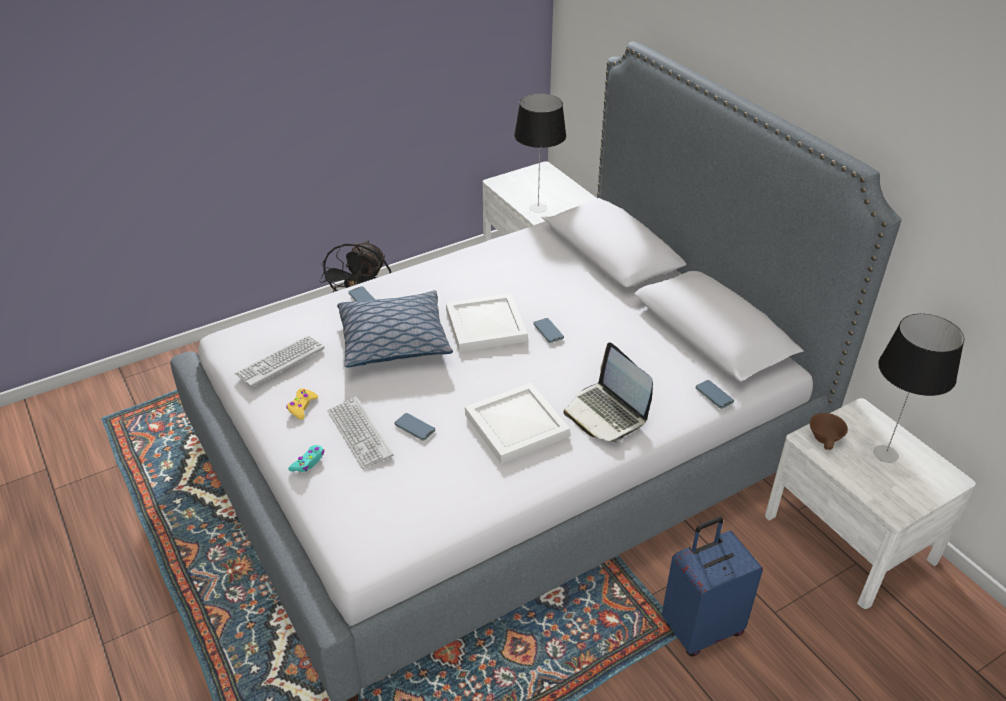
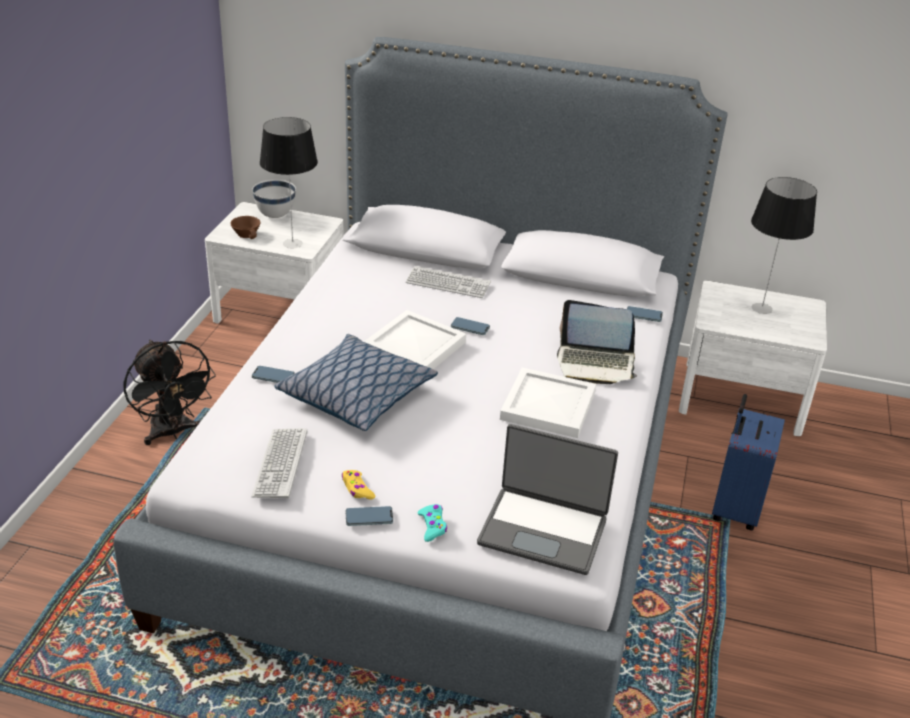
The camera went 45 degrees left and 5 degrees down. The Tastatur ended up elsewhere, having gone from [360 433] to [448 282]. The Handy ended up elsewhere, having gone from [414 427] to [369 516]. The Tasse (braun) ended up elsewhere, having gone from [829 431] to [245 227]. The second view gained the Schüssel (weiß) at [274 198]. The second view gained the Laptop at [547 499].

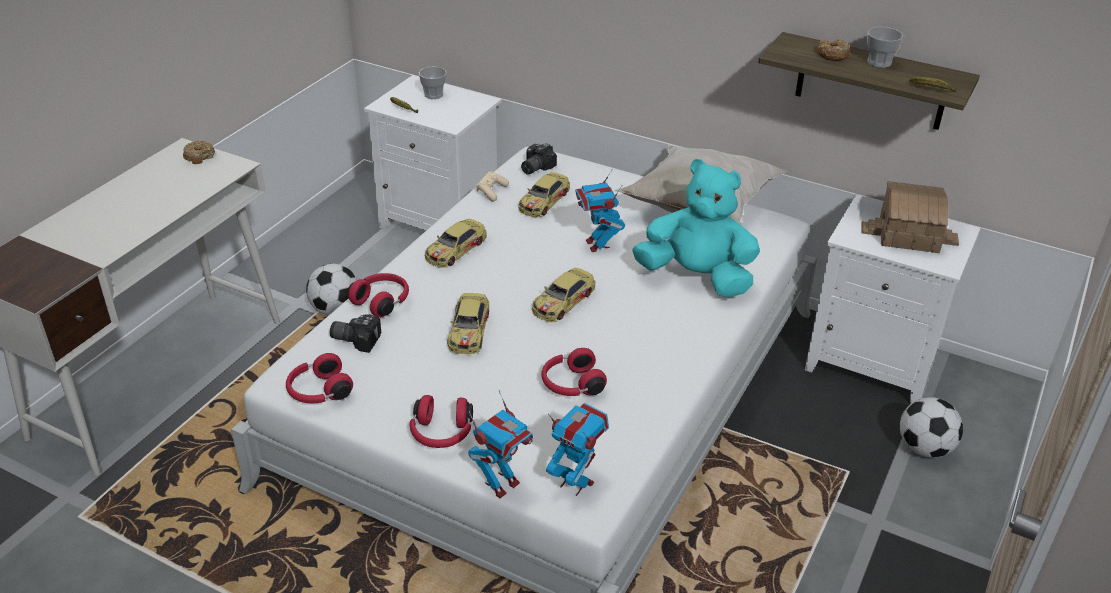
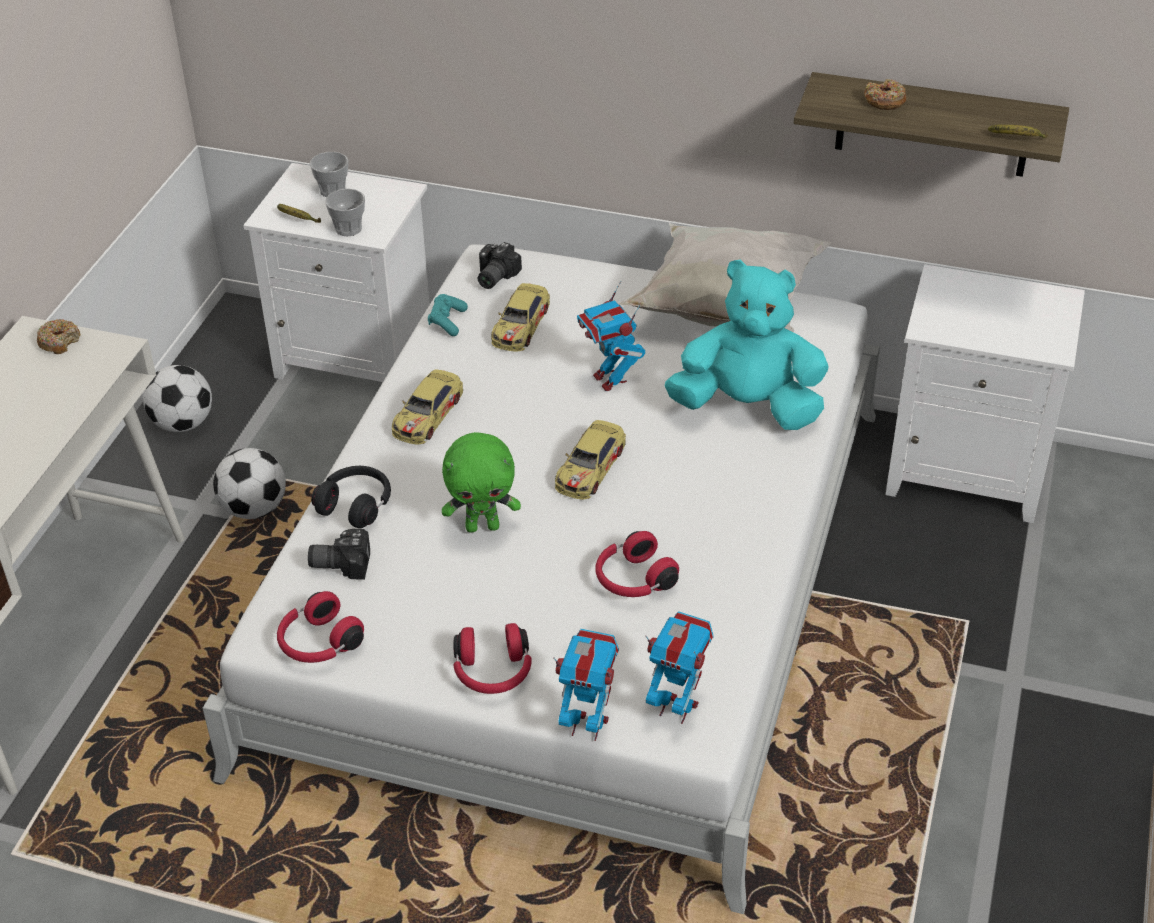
The camera went 10 degrees left and 5 degrees up. The Tasse ended up elsewhere, having gone from [885 47] to [345 212]. What was the Gamepad (beige) at [492 186] turned into the Gamepad (türkis) at [448 315]. The second view lost the Spielzeughaus at [910 217]. What was the Kopfhörer (rot) at [378 295] turned into the Kopfhörer (schwarz) at [351 497]. Where the Spielzeugauto stood at [468 323], the Plüschtier (grün) came to stand at [481 482]. The Spielzeugroboter at [500 444] ended up facing another way, 105 degrees counterclockwise from before. The Fußball ended up elsewhere, having gone from [931 427] to [177 398].

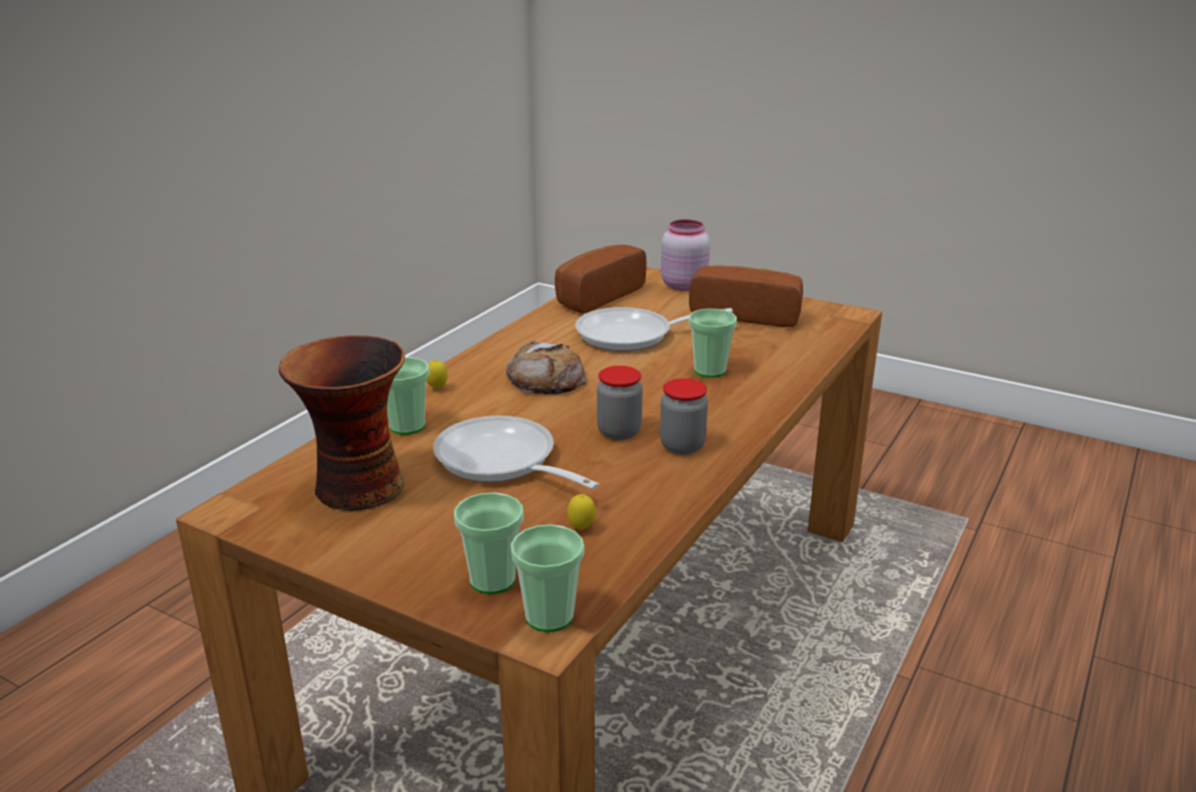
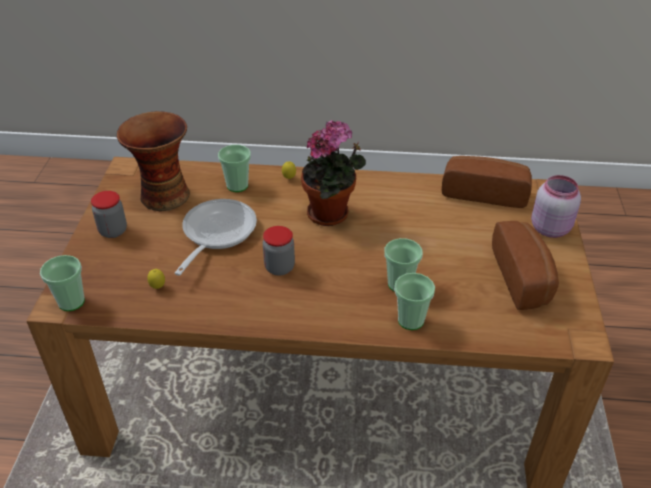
The camera went 65 degrees right and 15 degrees up. The second view lost the Pfanne at [654 329]. Where the Brot stood at [546 367], the Topfpflanze came to stand at [333 173]. The Vorratsglas ended up elsewhere, having gone from [684 416] to [109 214]. The Tasse ended up elsewhere, having gone from [488 543] to [414 301].

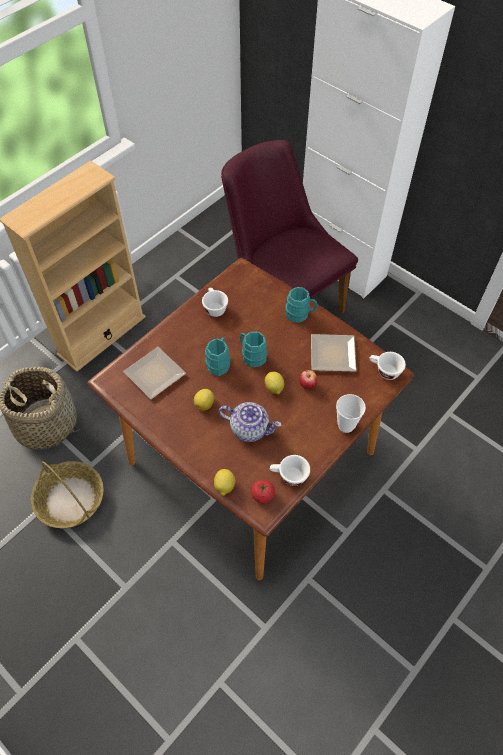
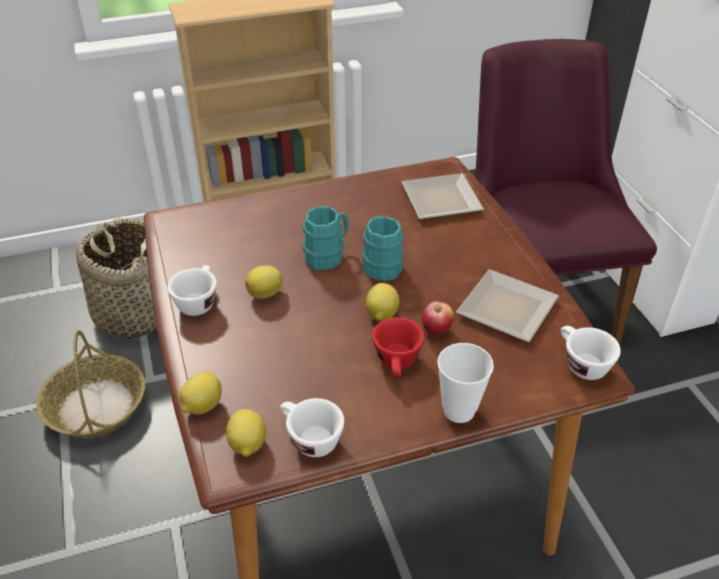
The camera went 30 degrees right and 15 degrees down. The second view lost the Henkelbecher (türkis) at [301 305]. The Tasse (weiß) ended up elsewhere, having gone from [215 302] to [192 290]. The Teller ended up elsewhere, having gone from [154 373] to [443 196]. The second view lost the Teekanne at [250 422]. Where the Tomate stood at [263 491], the Zitrone came to stand at [246 433]. The second view gained the Tasse (rot) at [398 347].

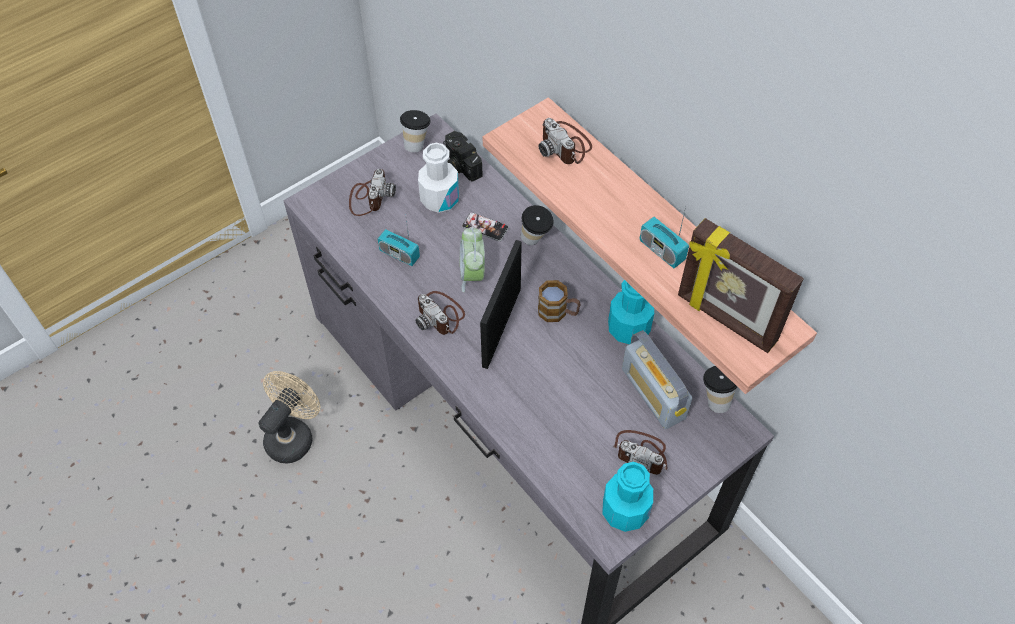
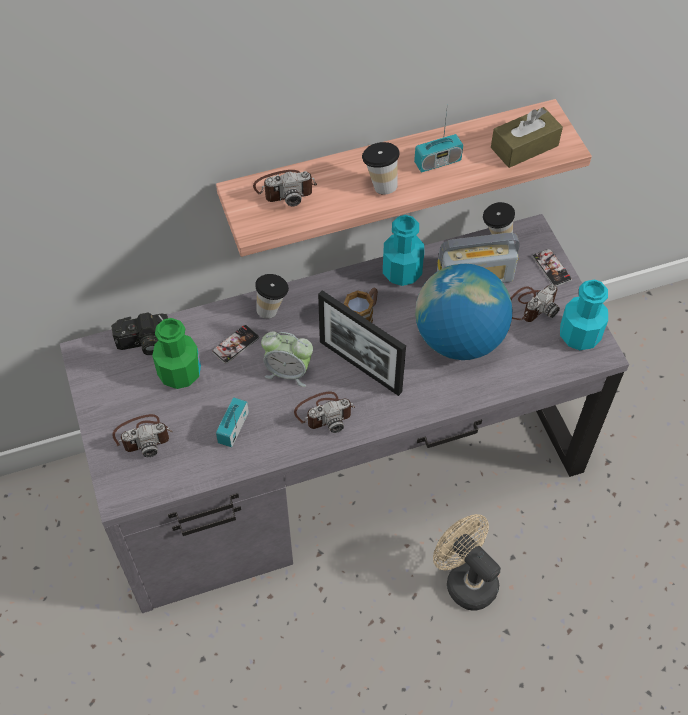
The camera went 70 degrees left and 0 degrees up. The Tasse ended up elsewhere, having gone from [415 131] to [381 168]. What was the Flasche (weiß) at [438 177] turned into the Flasche (grün) at [176 353]. The Kamera at [372 192] ended up facing another way, 135 degrees clockwise from before. Where the Bilderrahmen stood at [741 285], the Taschentuchbox (braun) came to stand at [527 137]. The Radio at [399 243] ended up facing another way, 150 degrees clockwise from before. The Ventilator (beige) ended up elsewhere, having gone from [289 417] to [467 562]. The second view gained the Handy at [552 268]. The second view gained the Globus at [463 312].

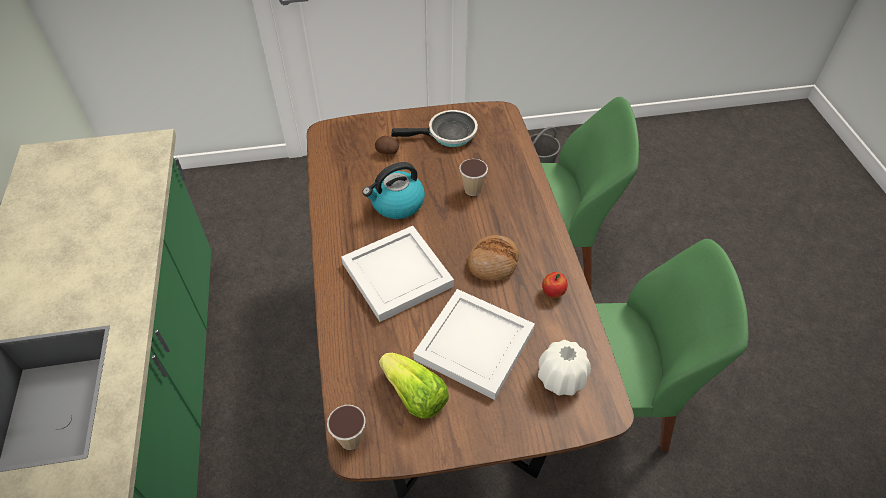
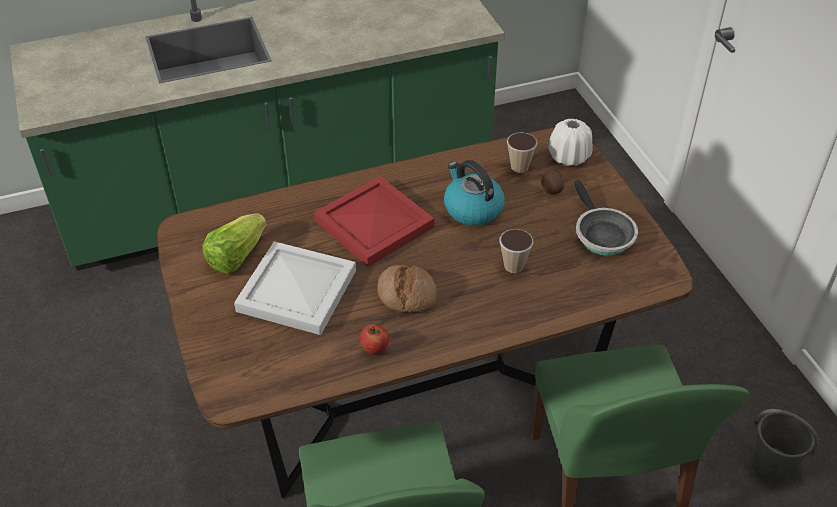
The camera went 80 degrees right and 5 degrees down. What was the Tablett (weiß) at [397 274] turned into the Tablett (rot) at [374 221]. The Vase (weiß) ended up elsewhere, having gone from [564 368] to [570 142]. The Tasse ended up elsewhere, having gone from [346 427] to [522 152].

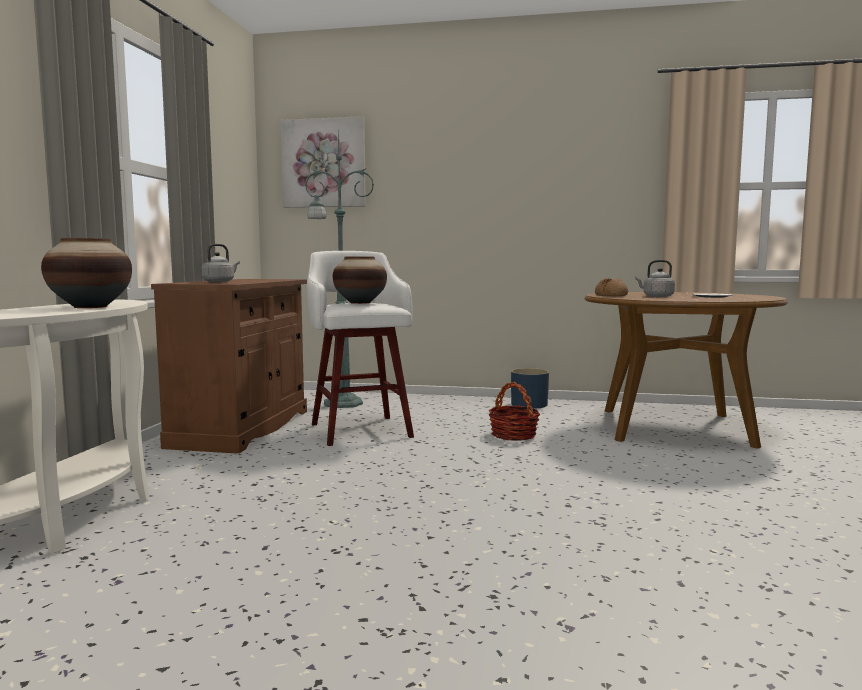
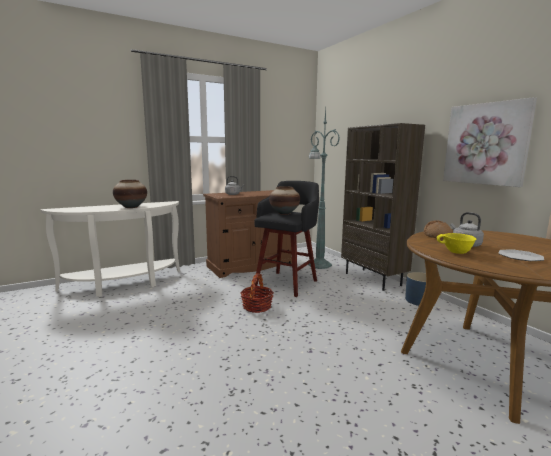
The camera went 50 degrees right and 5 degrees up. The Bild ended up elsewhere, having gone from [323 162] to [490 142]. What was the Hocker (weiß) at [360 348] turned into the Hocker (schwarz) at [286 239]. The Korb ended up elsewhere, having gone from [514 411] to [257 293]. The second view gained the Bücherregal (braun) at [383 207]. The second view gained the Schüssel (gelb) at [456 243].

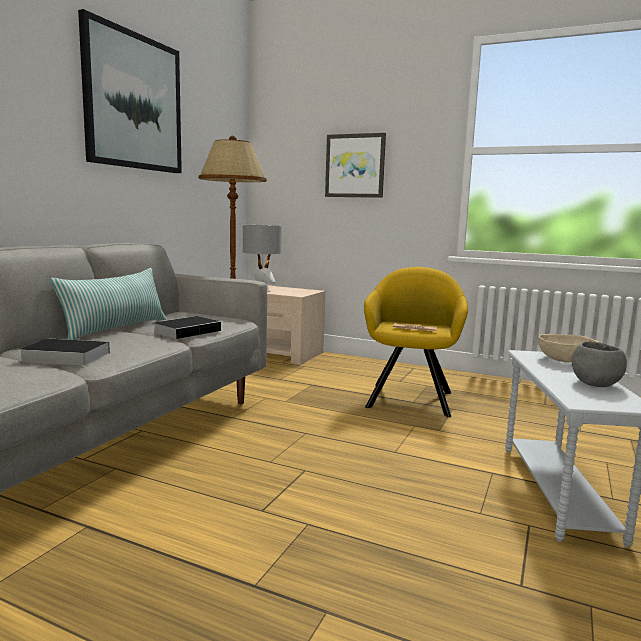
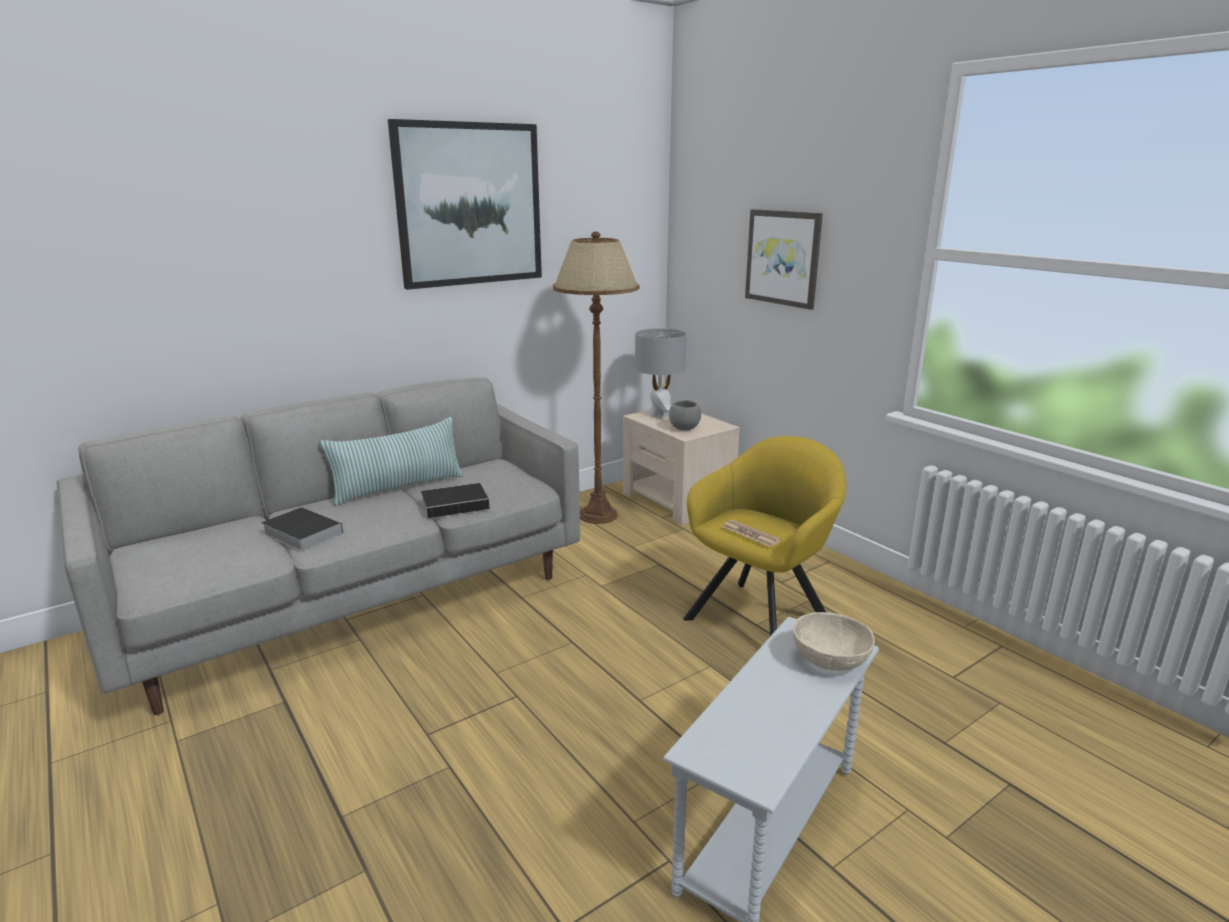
The camera went 30 degrees right and 10 degrees up. The Schüssel (grau) ended up elsewhere, having gone from [599 364] to [685 415].

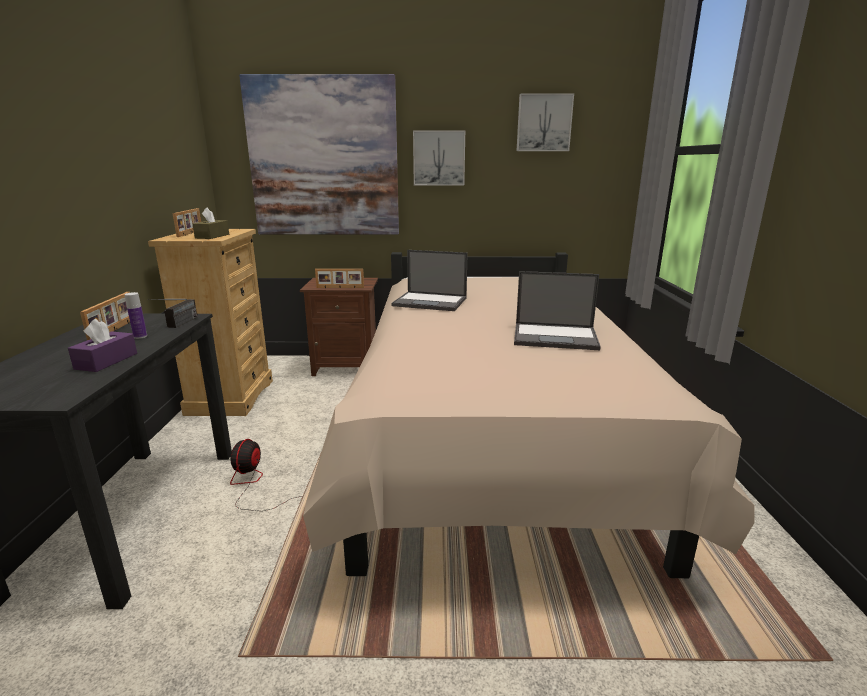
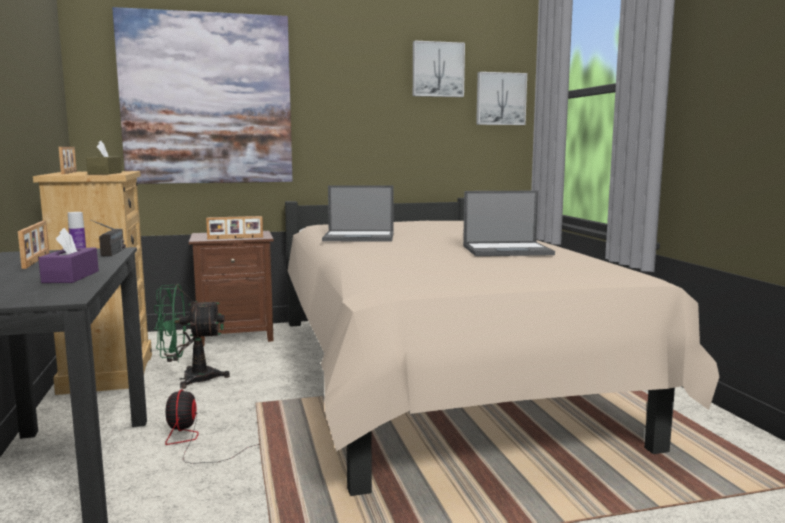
The camera went 15 degrees left and 10 degrees down. The Bild ended up elsewhere, having gone from [439 158] to [501 98]. The second view gained the Ventilator (grün) at [192 336].

